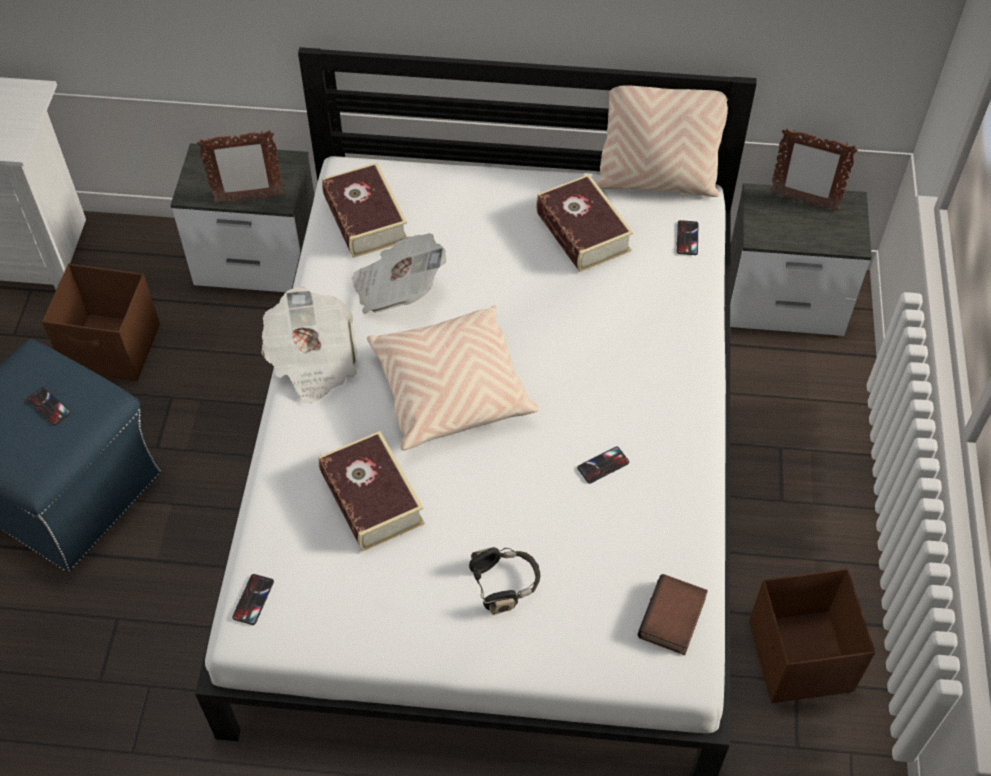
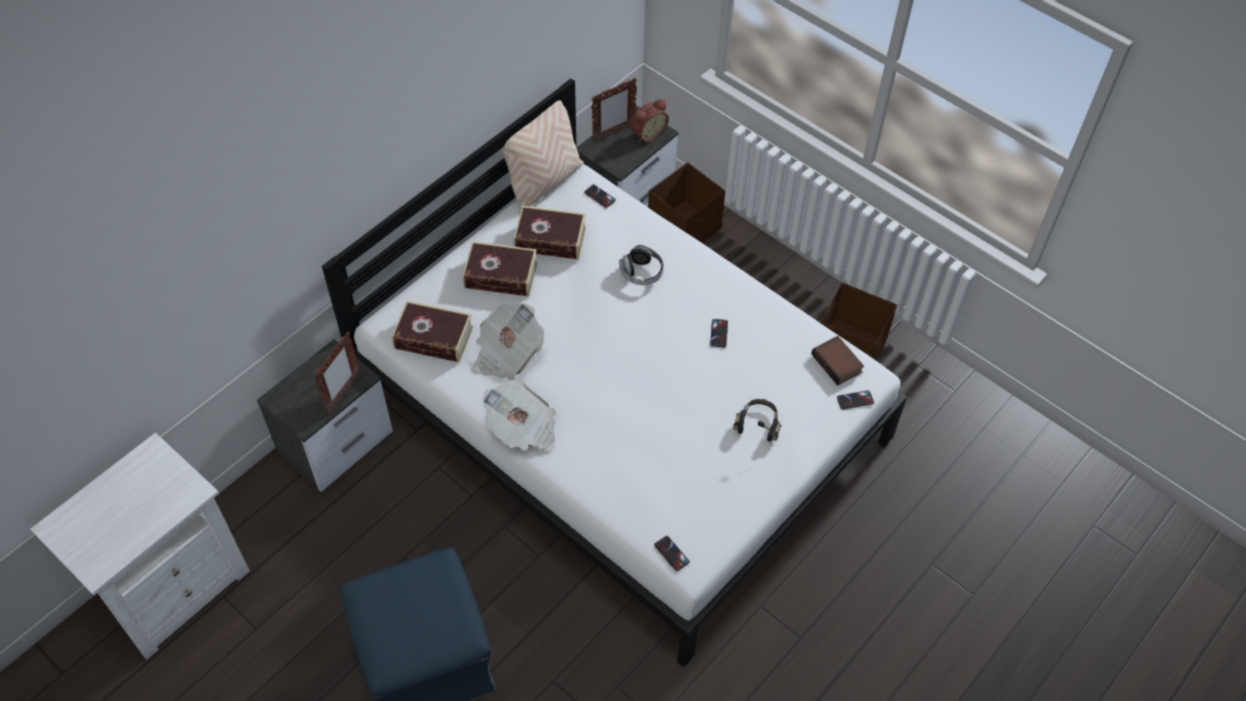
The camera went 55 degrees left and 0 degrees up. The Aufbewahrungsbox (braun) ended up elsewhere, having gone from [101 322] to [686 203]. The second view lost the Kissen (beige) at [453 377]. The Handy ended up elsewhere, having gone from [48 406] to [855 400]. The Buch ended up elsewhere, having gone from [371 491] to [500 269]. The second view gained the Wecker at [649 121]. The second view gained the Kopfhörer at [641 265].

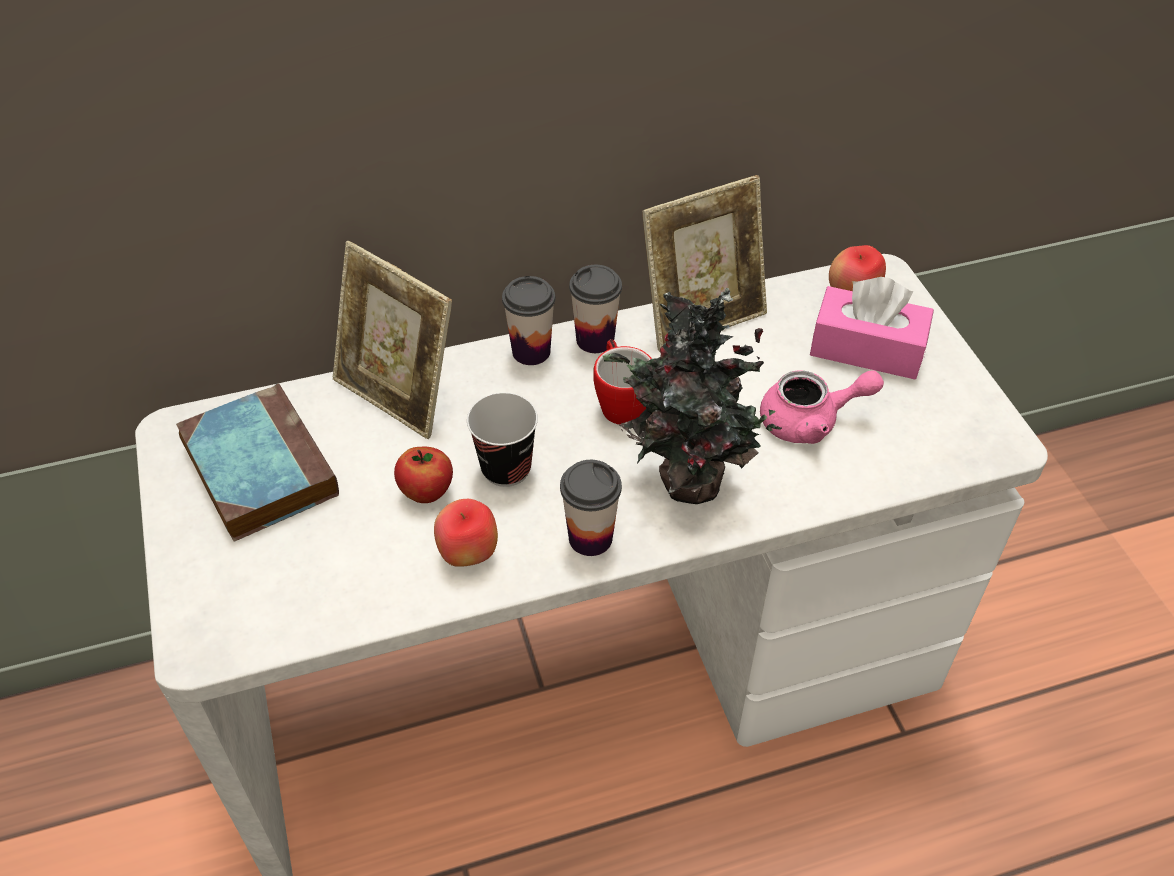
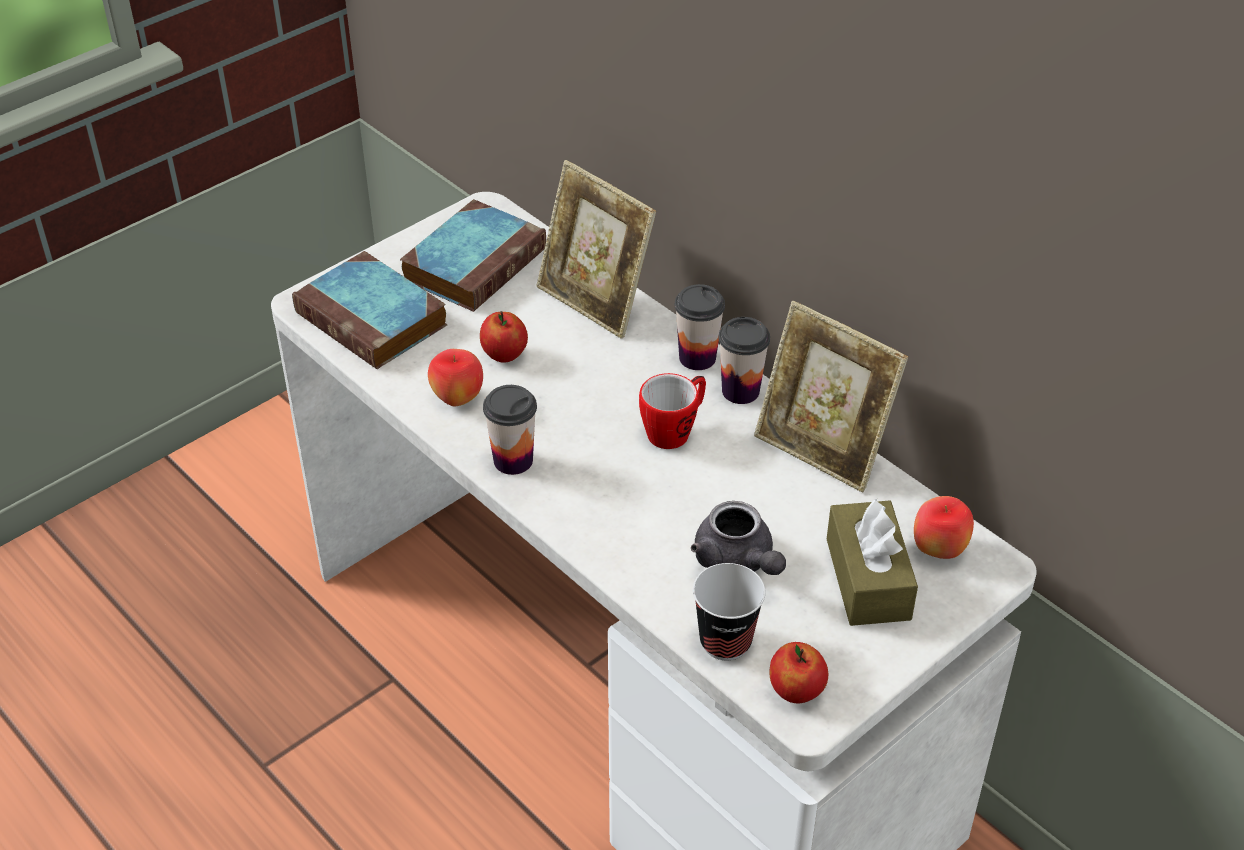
The camera went 65 degrees right and 5 degrees down. The Bilderrahmen at [392 340] ended up facing another way, 60 degrees counterclockwise from before. What was the Taschentuchbox (rosa) at [872 328] turned into the Taschentuchbox (braun) at [872 562]. The second view lost the Topfpflanze at [701 396]. What was the Teekanne (rosa) at [822 407] turned into the Teekanne (grau) at [738 538]. The Tasse ended up elsewhere, having gone from [502 440] to [729 611]. The second view gained the Buch at [369 310]. The second view gained the Apfel at [798 672].

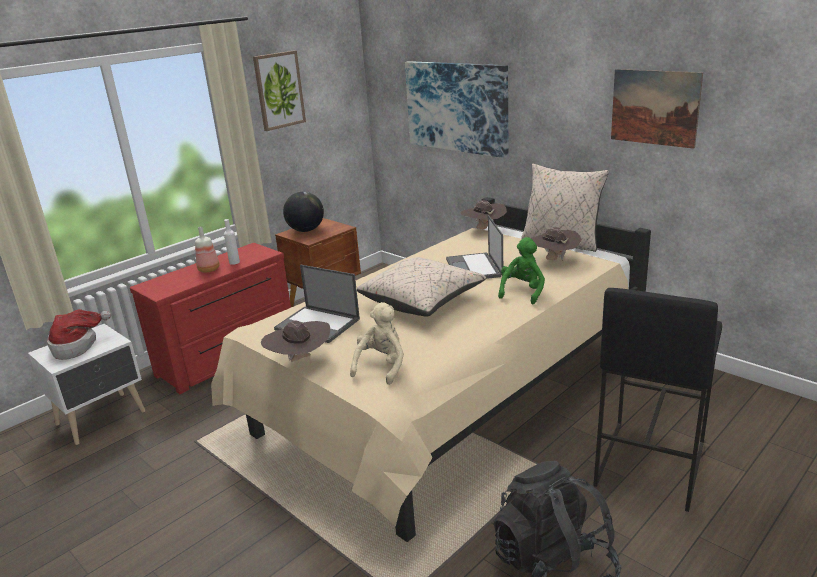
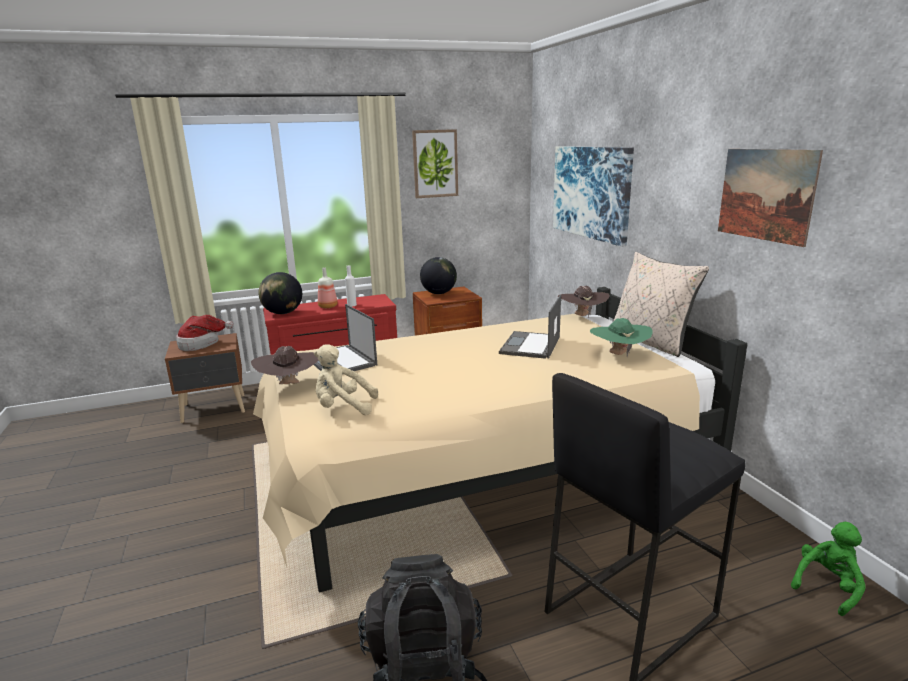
The camera went 25 degrees right and 5 degrees down. What was the Hut (braun) at [556 244] turned into the Hut (grün) at [621 337]. The Plüschtier (grün) ended up elsewhere, having gone from [521 270] to [828 569]. The second view lost the Kissen (beige) at [421 286]. The Plüschtier (beige) at [377 343] ended up facing another way, 135 degrees counterclockwise from before. What was the Nachttisch (weiß) at [87 384] turned into the Nachttisch (braun) at [205 378]. The second view gained the Globus at [280 293].

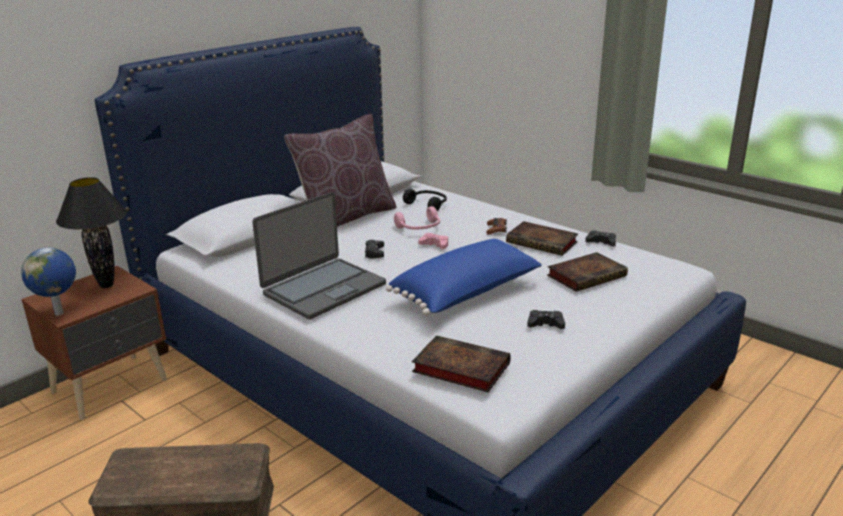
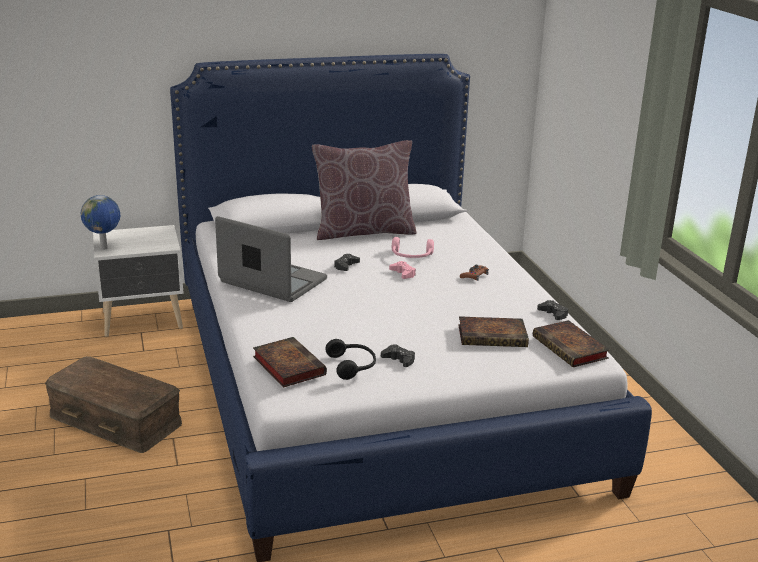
The camera went 30 degrees right and 0 degrees up. The second view lost the Tischlampe (schwarz) at [91 232]. The Kopfhörer (schwarz) ended up elsewhere, having gone from [425 200] to [350 359]. The Laptop at [319 255] ended up facing another way, 135 degrees counterclockwise from before. The Buch ended up elsewhere, having gone from [542 238] to [571 343]. The second view lost the Kissen (blau) at [464 277]. What was the Nachttisch (braun) at [94 343] turned into the Nachttisch (weiß) at [138 281].

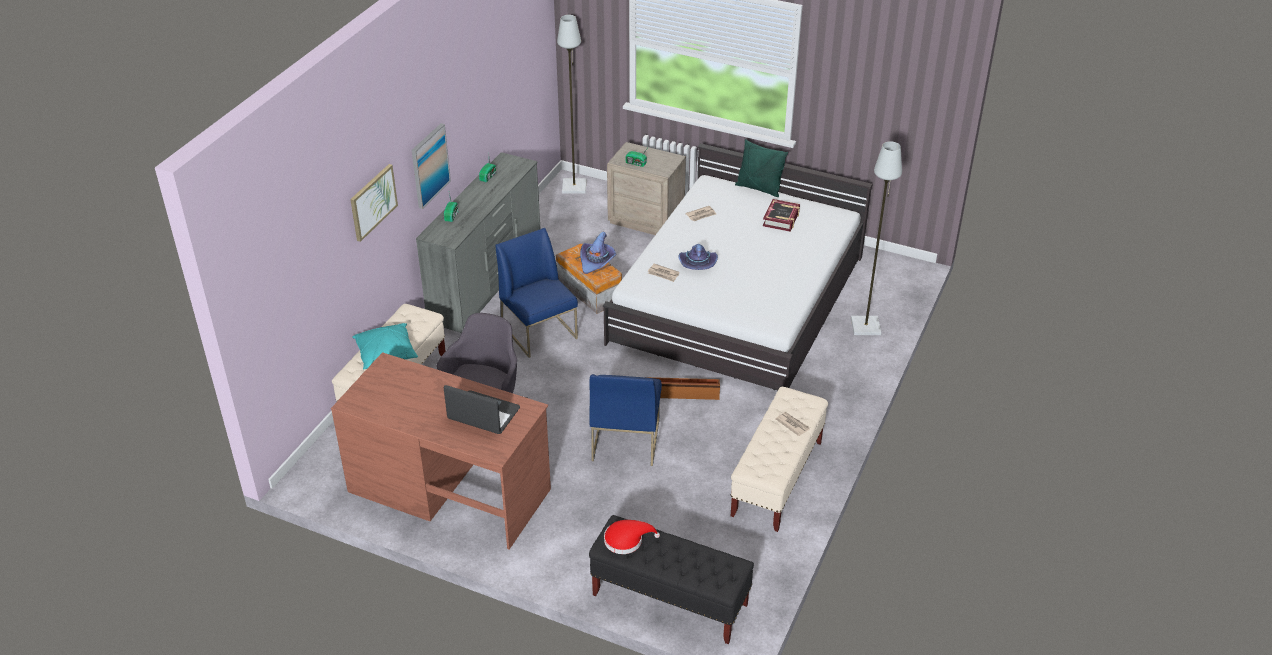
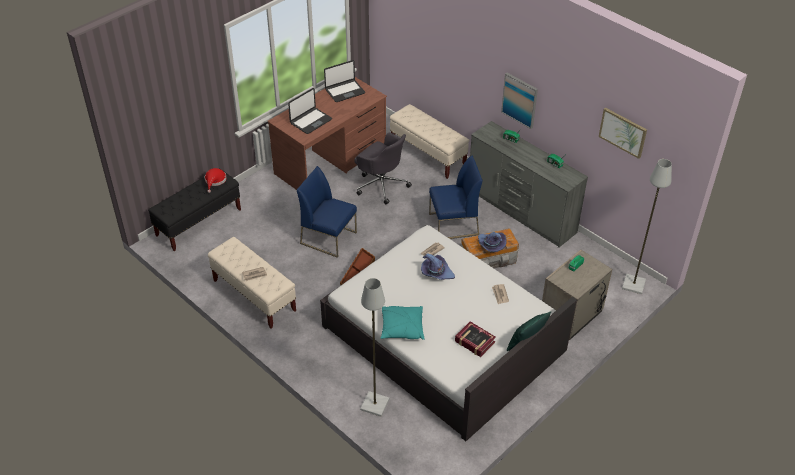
The camera went 110 degrees right and 5 degrees up. The Bild ended up elsewhere, having gone from [374 203] to [623 133]. The Kissen (türkis) ended up elsewhere, having gone from [385 346] to [402 323]. The second view gained the Laptop at [344 81].

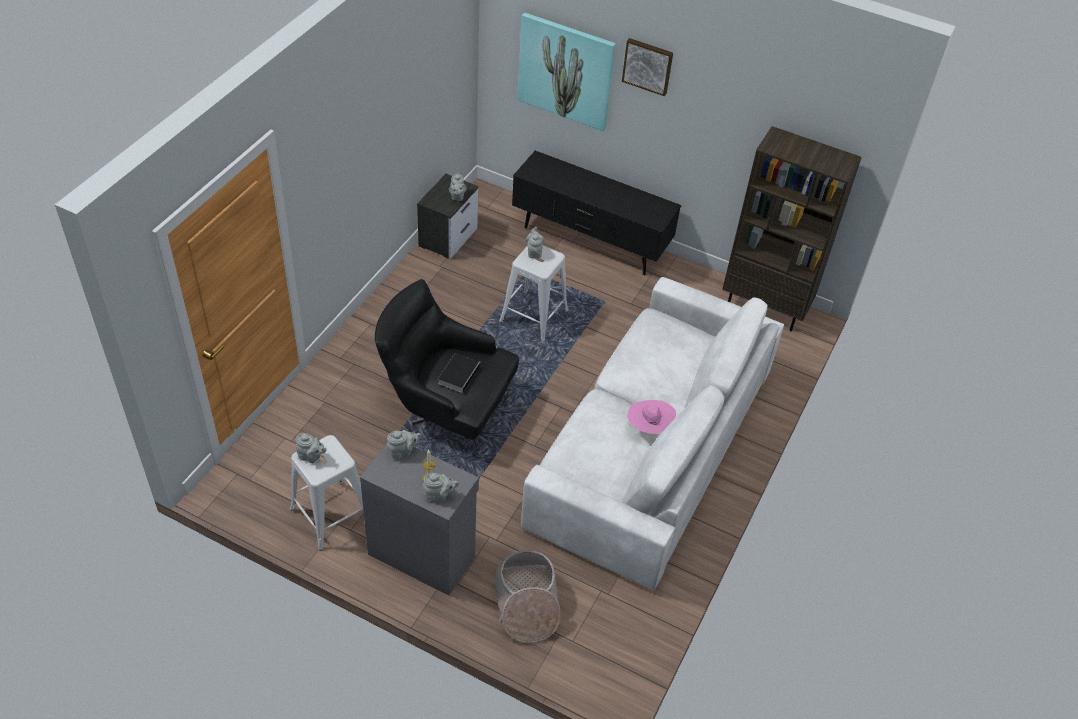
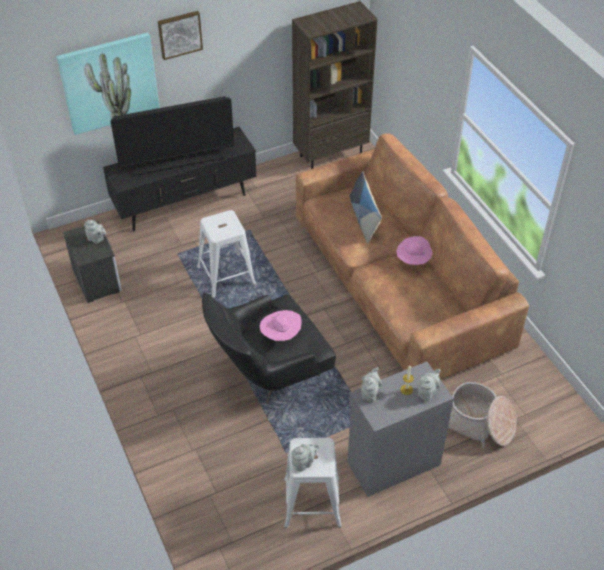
The camera went 50 degrees left and 0 degrees up. The second view lost the Teekanne (grau) at [534 242]. What was the Sofa (weiß) at [652 433] turned into the Sofa (braun) at [412 256]. Where the Buch stood at [459 373], the Hut (rosa) came to stand at [281 325]. The second view gained the Fernseher at [172 136]. The second view gained the Kissen at [365 207].

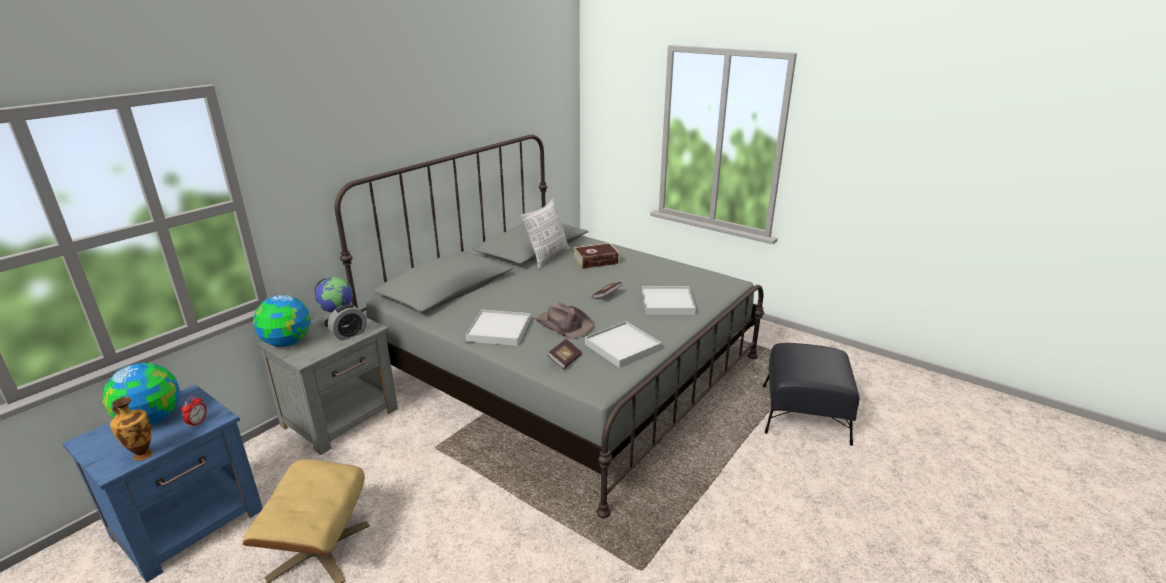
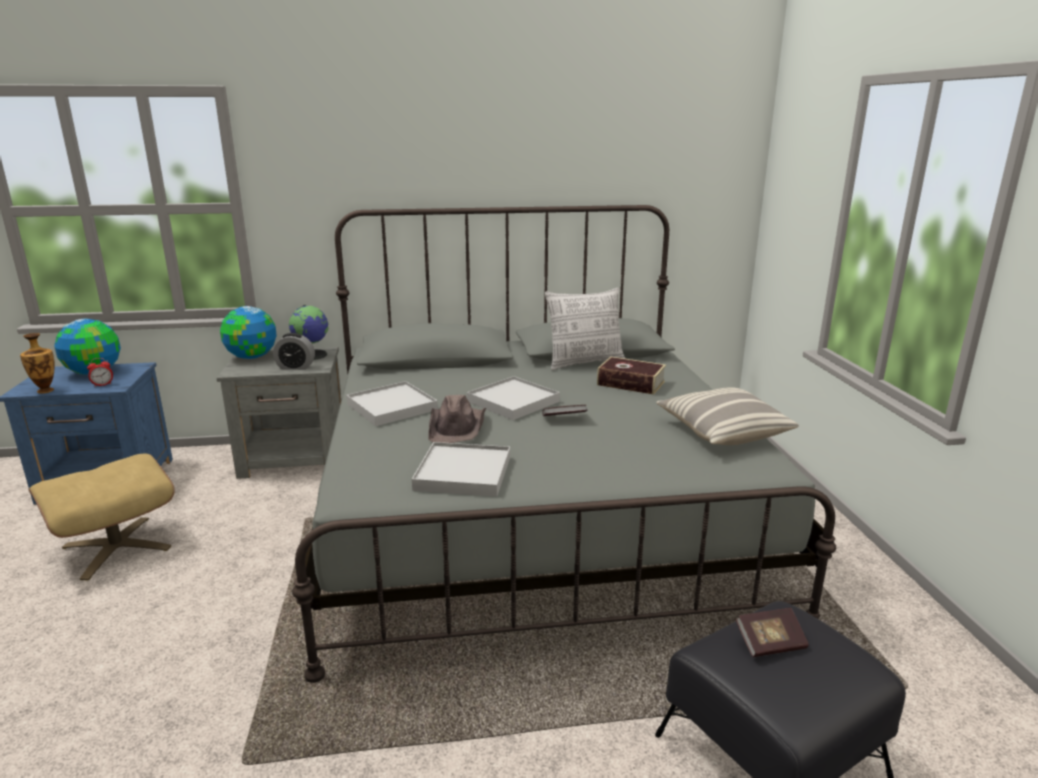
The camera went 45 degrees right and 5 degrees down. The Tablett (weiß) ended up elsewhere, having gone from [669 300] to [513 398]. The Buch ended up elsewhere, having gone from [564 354] to [772 632]. The second view gained the Kissen at [727 416].

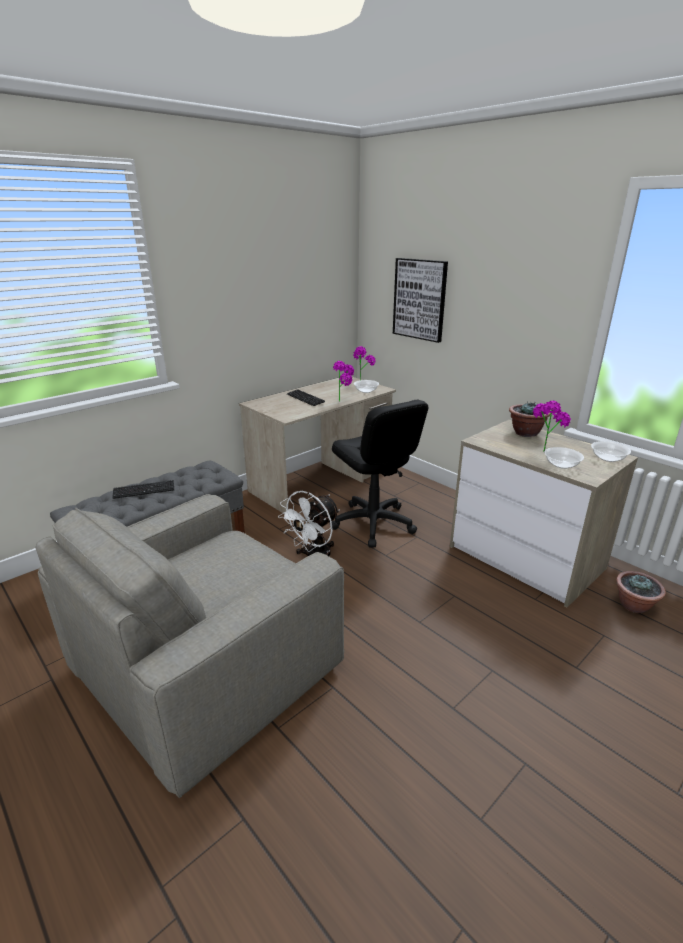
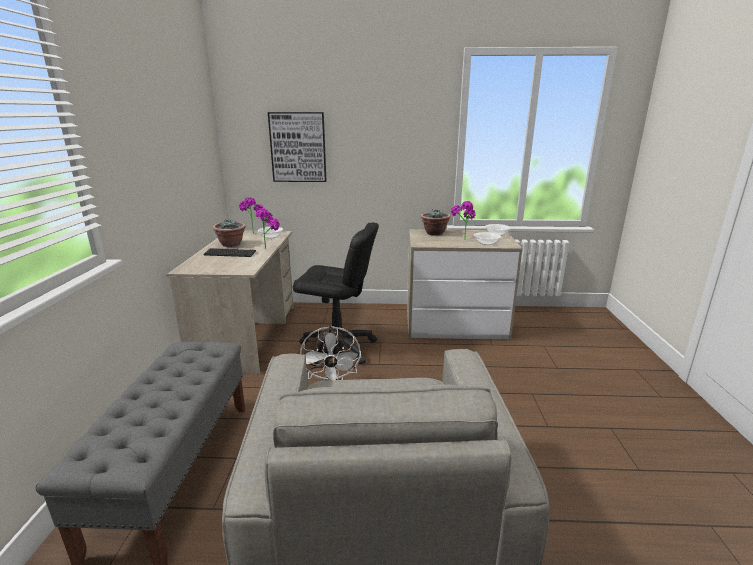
The camera went 45 degrees left and 5 degrees down. The second view lost the Tastatur at [143 489]. The Topfpflanze ended up elsewhere, having gone from [641 592] to [229 233].

